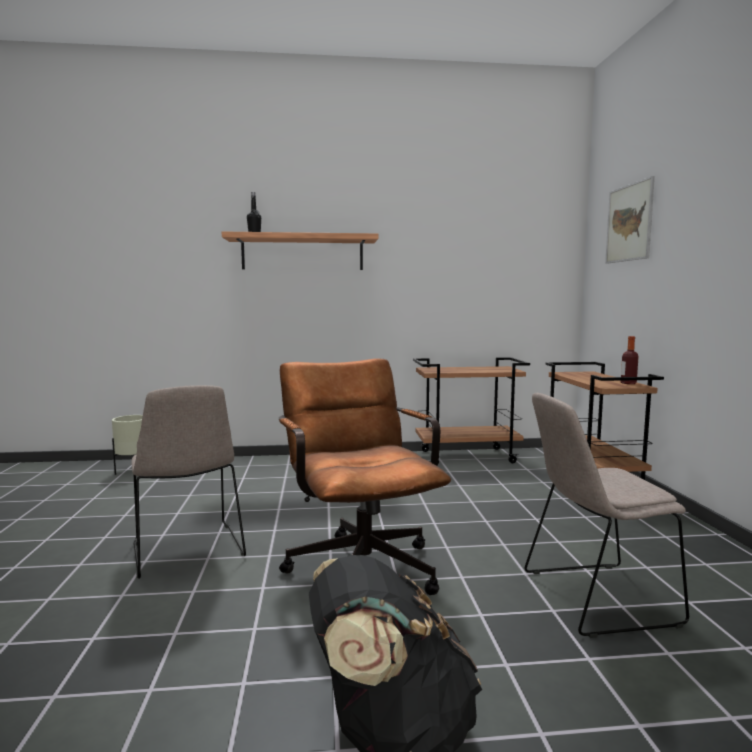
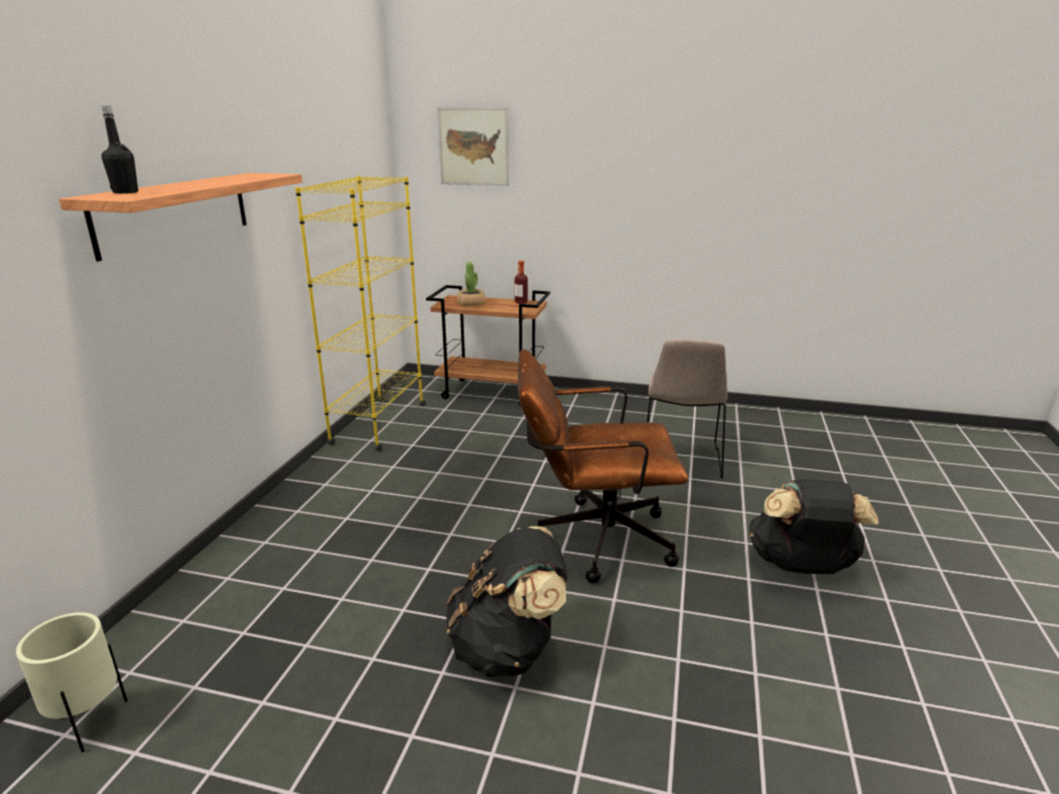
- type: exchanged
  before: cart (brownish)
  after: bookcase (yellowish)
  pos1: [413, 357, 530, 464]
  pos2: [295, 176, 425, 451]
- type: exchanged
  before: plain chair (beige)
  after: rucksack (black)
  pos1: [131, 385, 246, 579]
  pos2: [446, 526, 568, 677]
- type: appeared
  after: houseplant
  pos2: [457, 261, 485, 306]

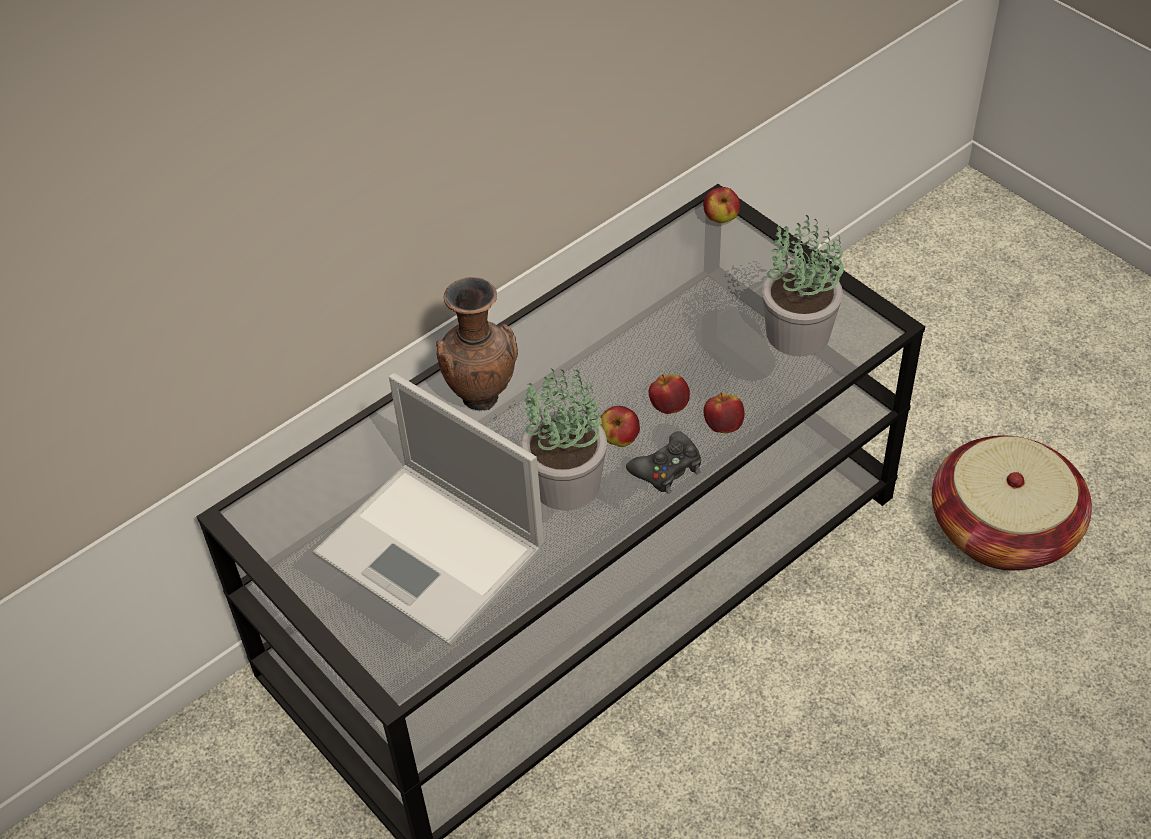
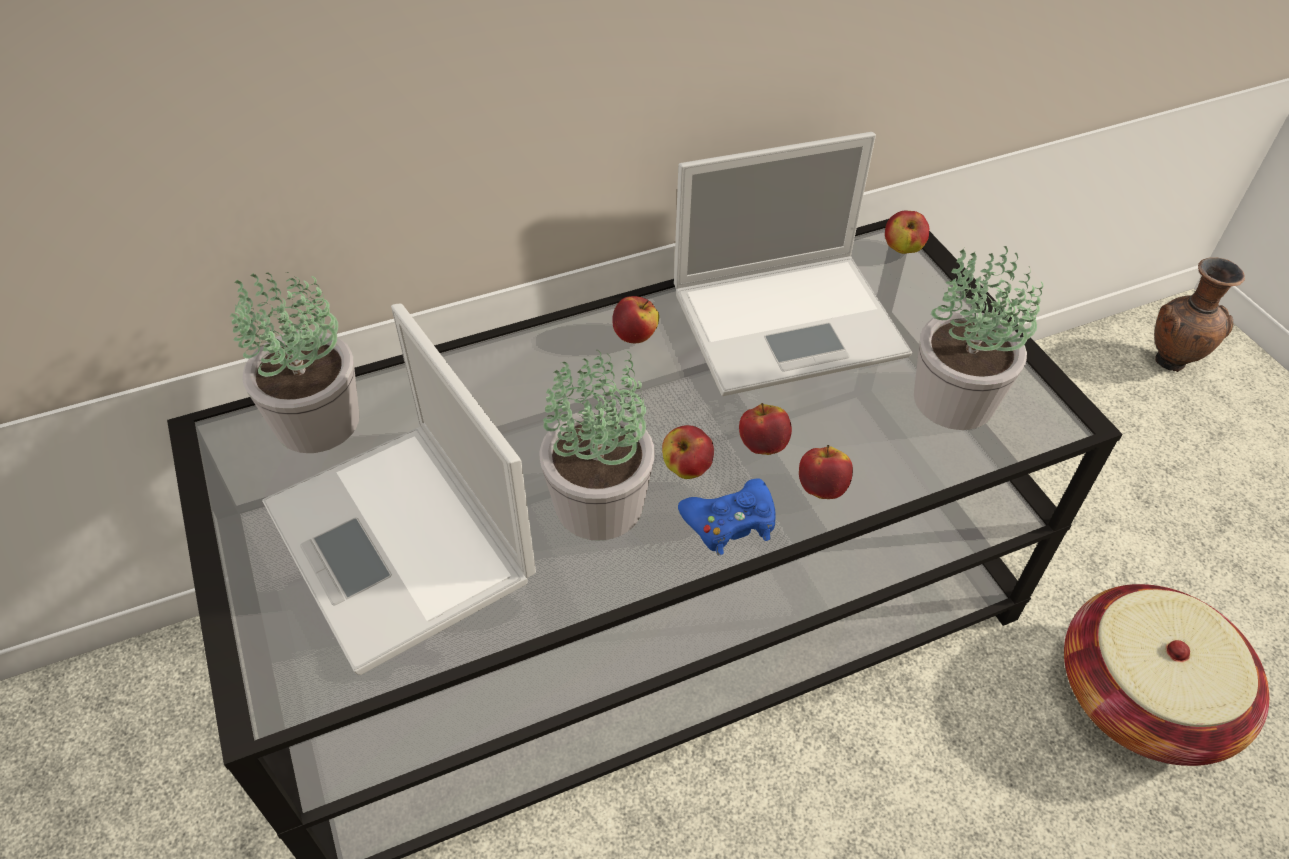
- type: appeared
  after: houseplant
  pos2: [230, 272, 359, 453]
- type: appeared
  after: apple fruit
  pos2: [612, 296, 659, 343]
- type: appeared
  after: notebook computer
  pos2: [674, 132, 912, 396]
- type: colour
  before: game controller (black)
  after: game controller (bluish)
  pos1: [626, 431, 701, 494]
  pos2: [678, 478, 776, 555]
- type: relocated
  before: flower vase (brownish)
  pos1: [436, 277, 518, 410]
  pos2: [1154, 257, 1245, 372]

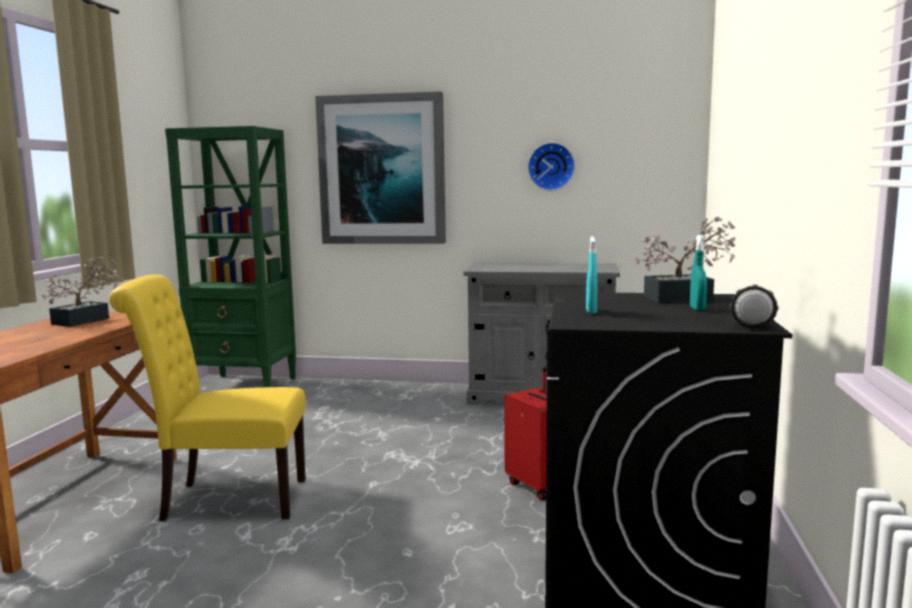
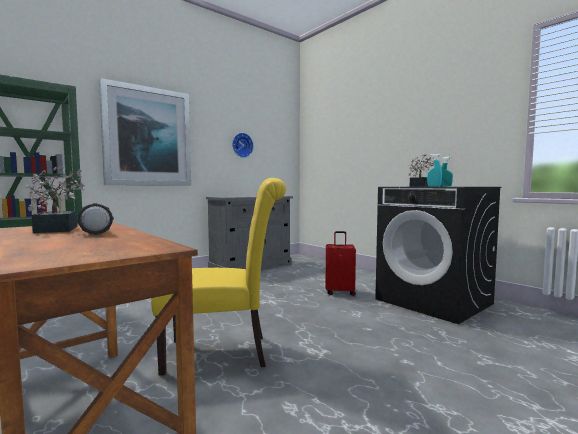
- type: relocated
  before: flashlight
  pos1: [730, 285, 778, 329]
  pos2: [77, 203, 114, 235]
- type: spun
  before: plain chair (yellowish)
  pos1: [109, 275, 306, 521]
  pos2: [151, 178, 286, 376]
  turn: -135

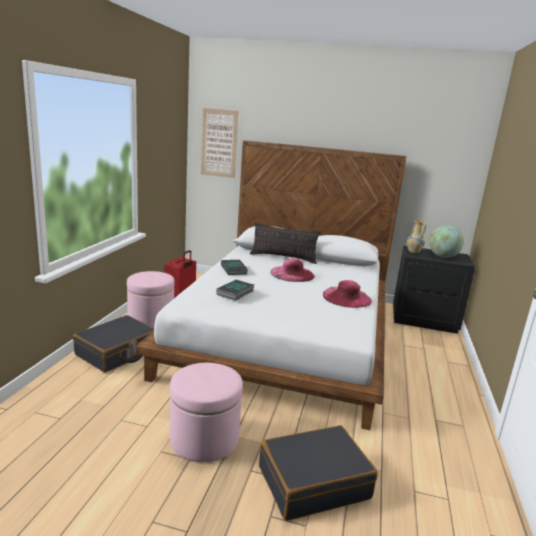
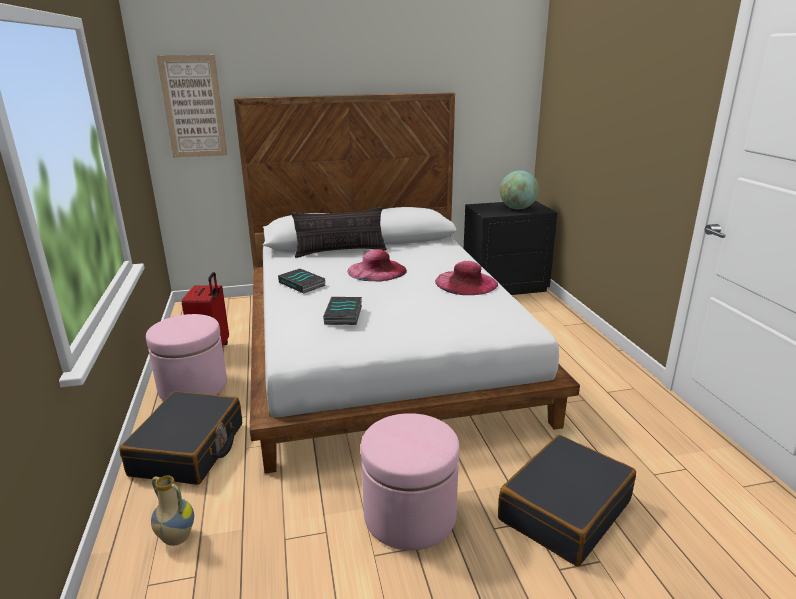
- type: relocated
  before: flower vase
  pos1: [407, 221, 426, 253]
  pos2: [151, 475, 194, 546]

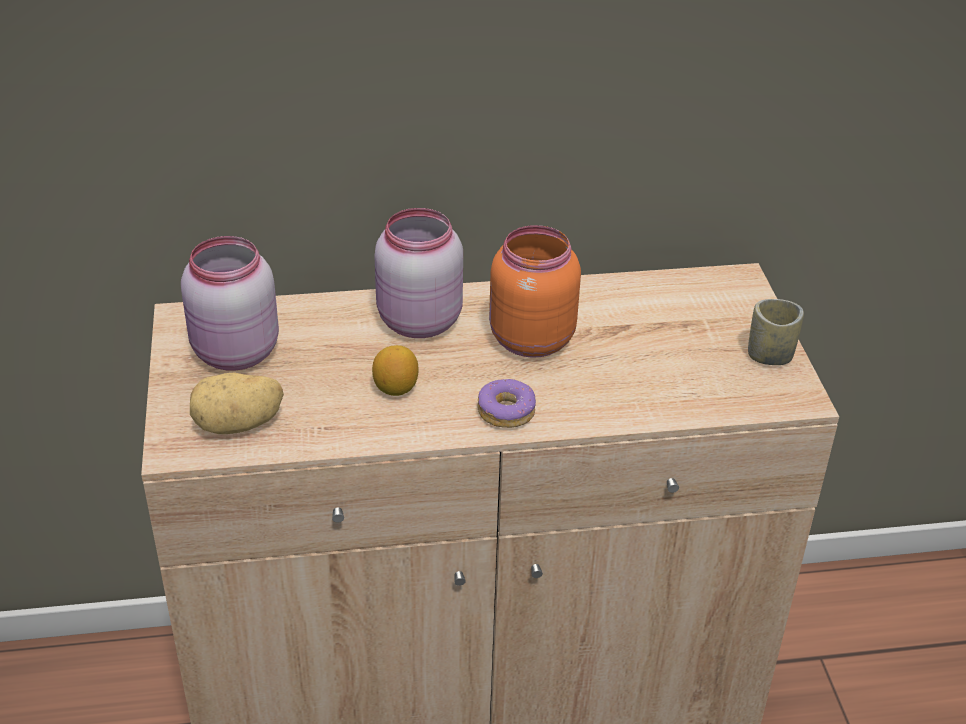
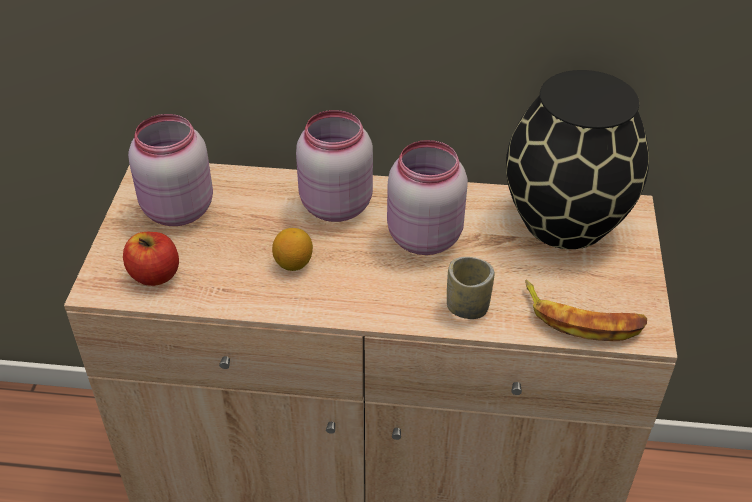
- type: exchanged
  before: spud
  after: apple fruit
  pos1: [190, 372, 284, 434]
  pos2: [123, 232, 179, 286]
- type: colour
  before: preserve jar (orangey)
  after: preserve jar (pink-coloured)
  pos1: [489, 225, 581, 358]
  pos2: [387, 140, 468, 255]
- type: relocated
  before: cup
  pos1: [748, 299, 804, 365]
  pos2: [447, 257, 494, 319]
- type: appeared
  after: flower vase (black)
  pos2: [506, 70, 649, 249]
- type: appeared
  after: banana
  pos2: [525, 280, 647, 341]
- type: missing
  before: doughnut
  pos1: [477, 379, 536, 428]

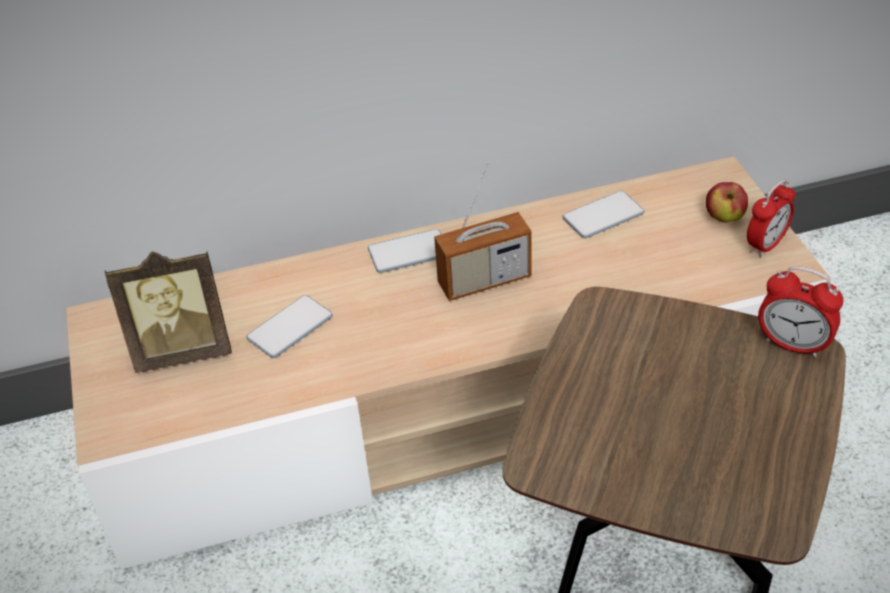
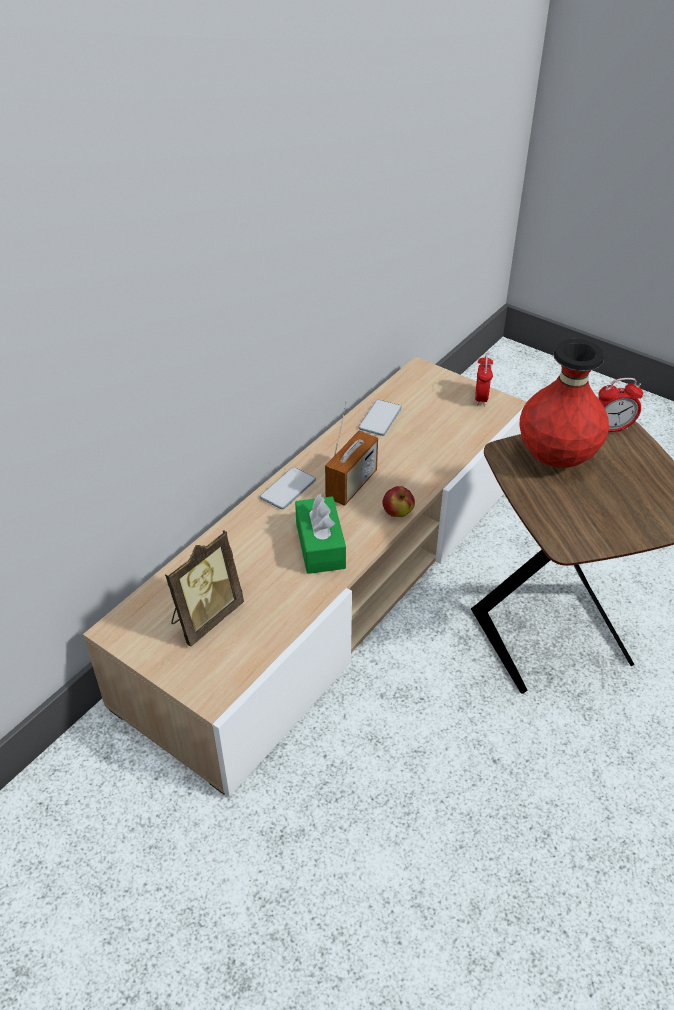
- type: appeared
  after: tissue holder (greenish)
  pos2: [295, 494, 346, 574]
- type: relocated
  before: apple fruit
  pos1: [706, 182, 748, 223]
  pos2: [382, 486, 415, 517]
- type: appeared
  after: flower vase (reddish)
  pos2: [519, 339, 609, 468]
- type: missing
  before: telephone
  pos1: [246, 295, 333, 358]

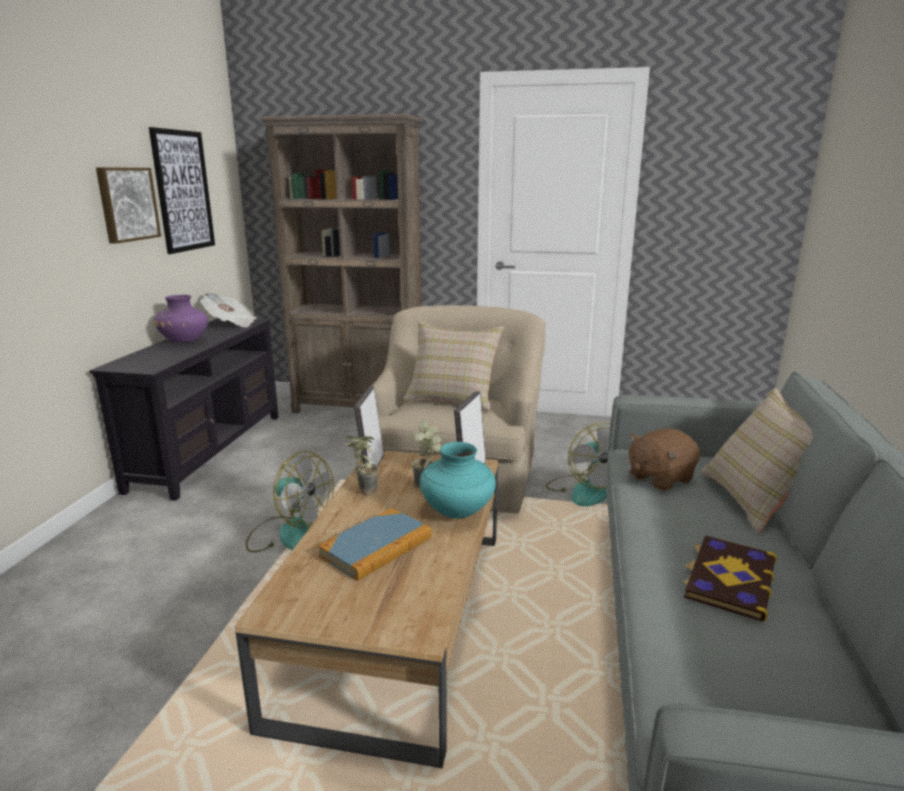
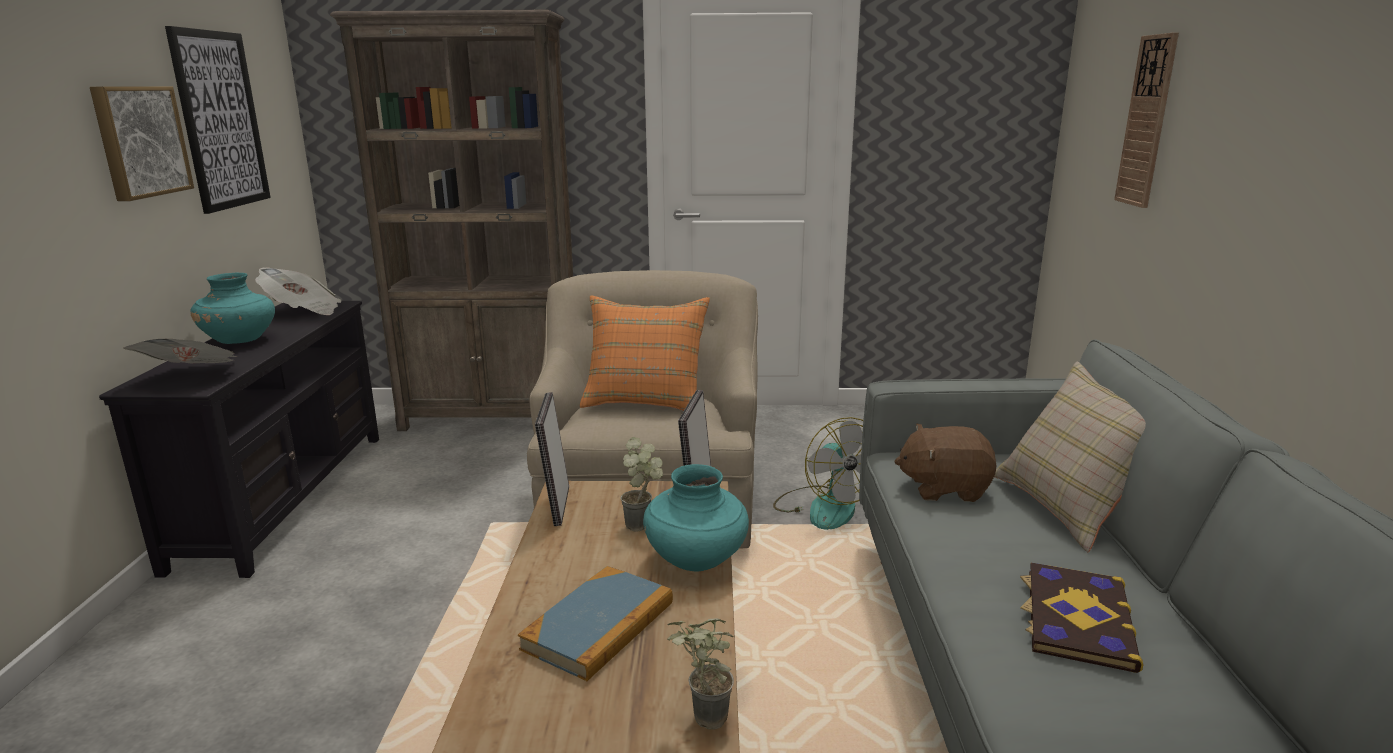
- type: appeared
  after: newspaper
  pos2: [123, 339, 237, 363]
- type: colour
  before: flower vase (purple)
  after: flower vase (turquoise-coloured)
  pos1: [154, 295, 208, 343]
  pos2: [190, 273, 275, 344]
- type: colour
  before: cushion (beige)
  after: cushion (orangey)
  pos1: [404, 321, 504, 412]
  pos2: [580, 296, 710, 411]
- type: relocated
  before: houseplant
  pos1: [346, 436, 379, 494]
  pos2: [667, 618, 734, 729]
- type: spun
  before: plush toy (brownish)
  pos1: [629, 428, 700, 491]
  pos2: [894, 424, 996, 502]
  turn: 45
- type: appeared
  after: hanging clock
  pos2: [1114, 32, 1179, 208]
- type: missing
  before: fan
  pos1: [246, 451, 334, 552]

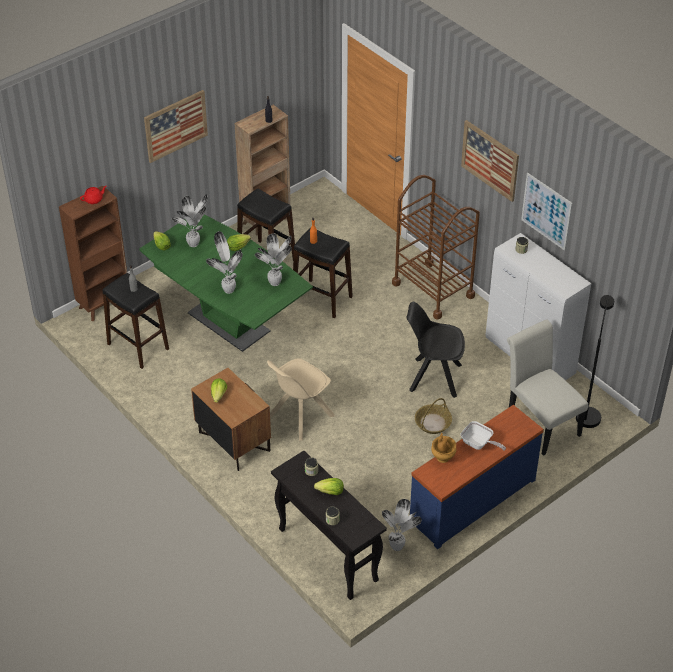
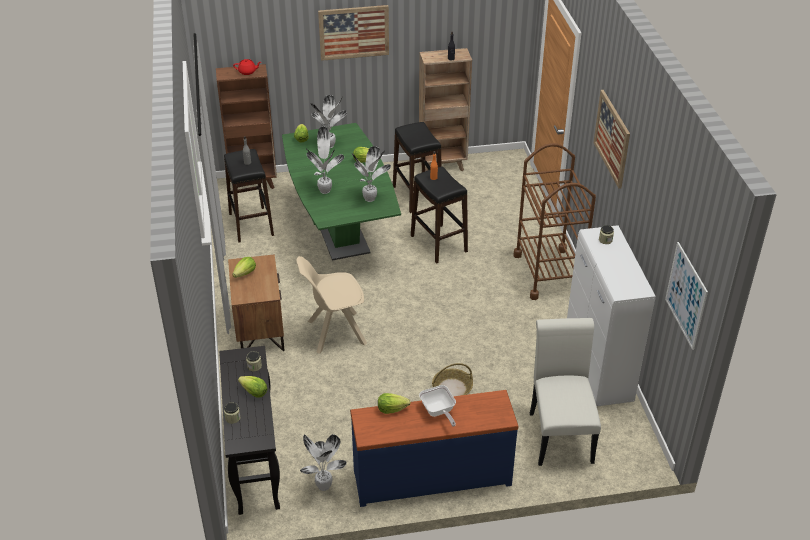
- type: exchanged
  before: flower vase (brownish)
  after: lettuce head
  pos1: [431, 433, 456, 463]
  pos2: [378, 393, 411, 414]
- type: relocated
  before: picture
  pos1: [521, 173, 573, 251]
  pos2: [665, 242, 708, 350]
- type: missing
  before: plain chair (black)
  pos1: [406, 302, 465, 398]
- type: missing
  before: standard lamp (black)
  pos1: [576, 295, 614, 428]

